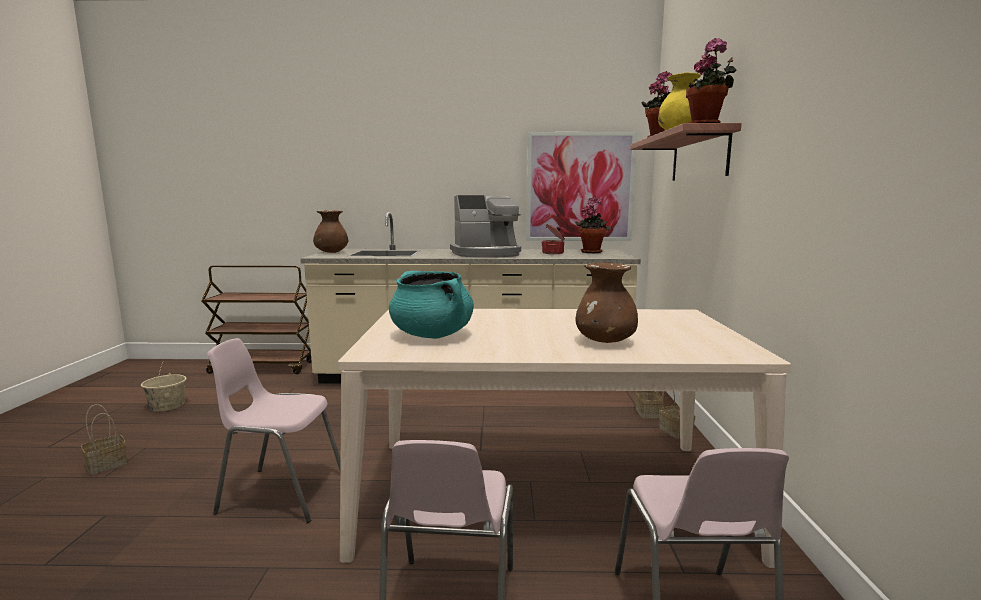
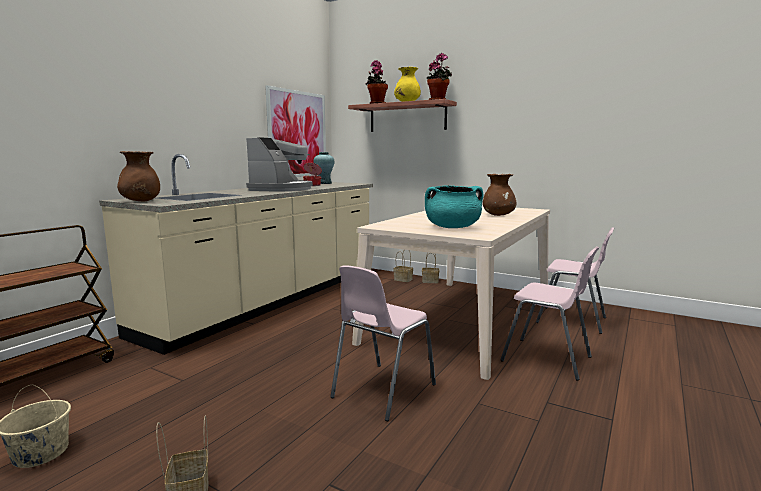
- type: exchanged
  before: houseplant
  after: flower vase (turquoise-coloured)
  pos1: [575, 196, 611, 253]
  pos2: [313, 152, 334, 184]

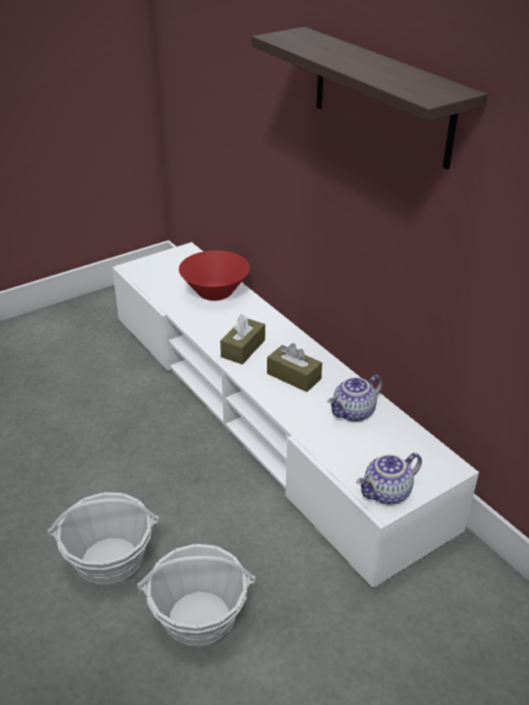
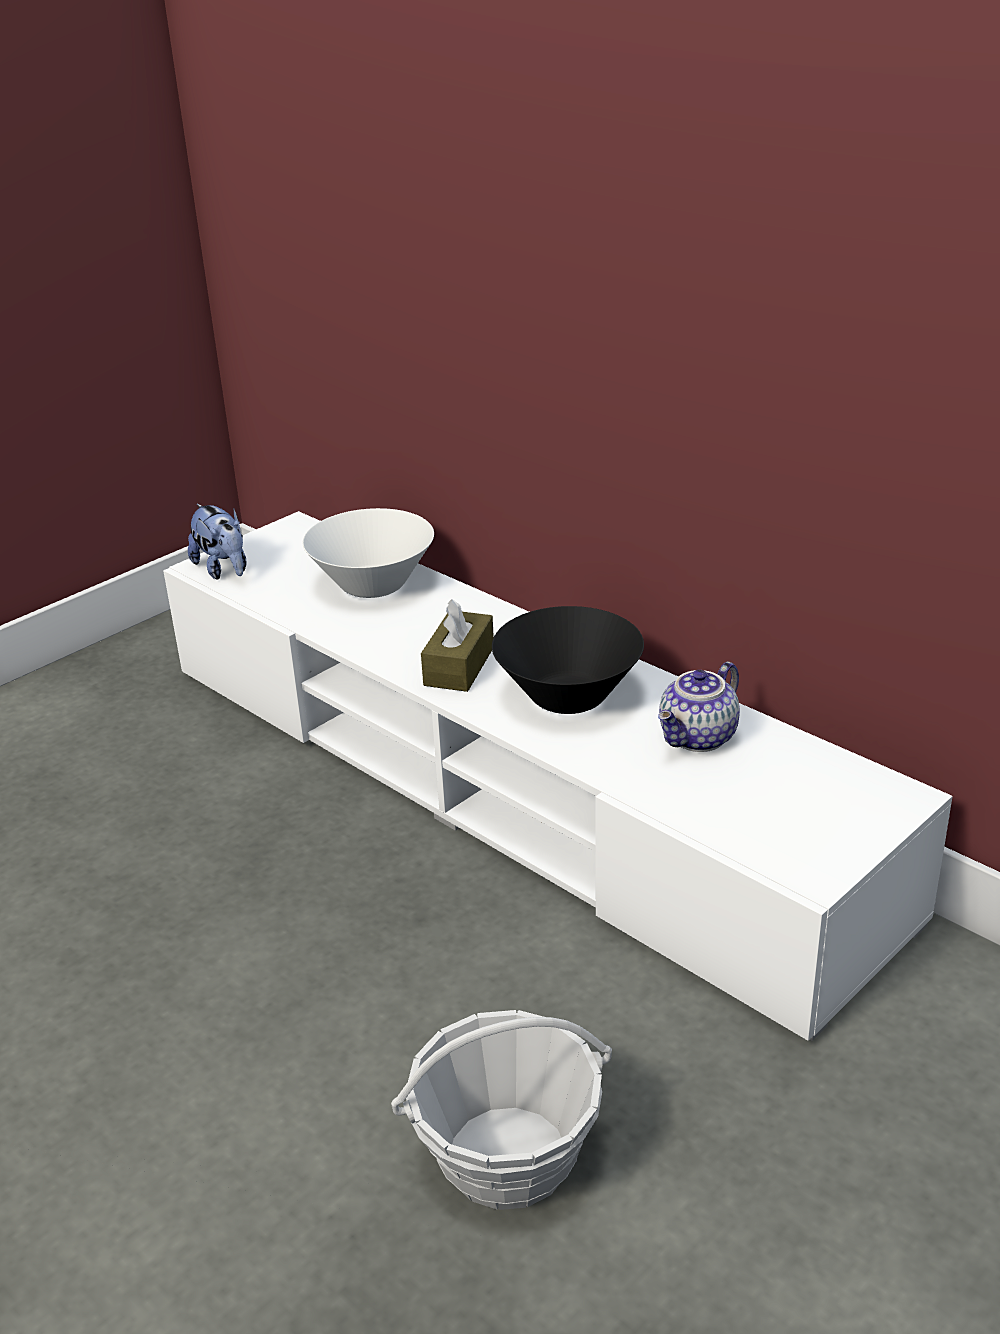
- type: appeared
  after: plush toy
  pos2: [188, 504, 247, 580]
- type: colour
  before: serving bowl (reddish)
  after: serving bowl (whitish)
  pos1: [179, 250, 250, 301]
  pos2: [302, 508, 434, 598]
- type: exchanged
  before: tissue holder (brownish)
  after: serving bowl (black)
  pos1: [267, 343, 322, 392]
  pos2: [492, 606, 644, 714]
- type: missing
  before: basket
  pos1: [47, 492, 159, 586]
- type: missing
  before: bracket shelf
  pos1: [252, 27, 488, 170]
- type: missing
  before: teapot
  pos1: [356, 453, 422, 505]

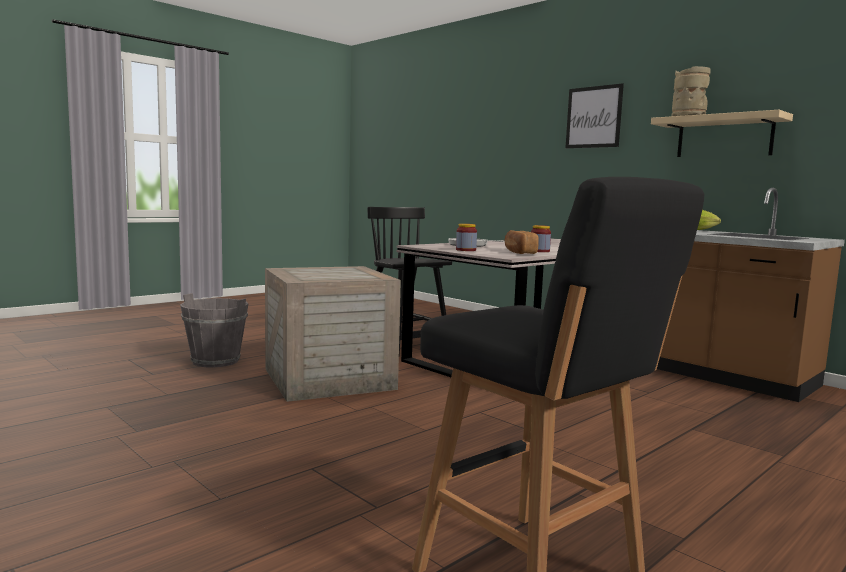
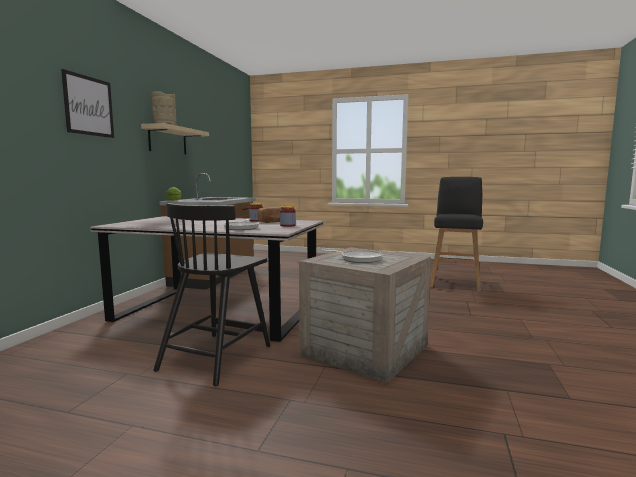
- type: appeared
  after: skillet
  pos2: [321, 250, 383, 263]
- type: missing
  before: pail (greyish)
  pos1: [180, 293, 249, 367]

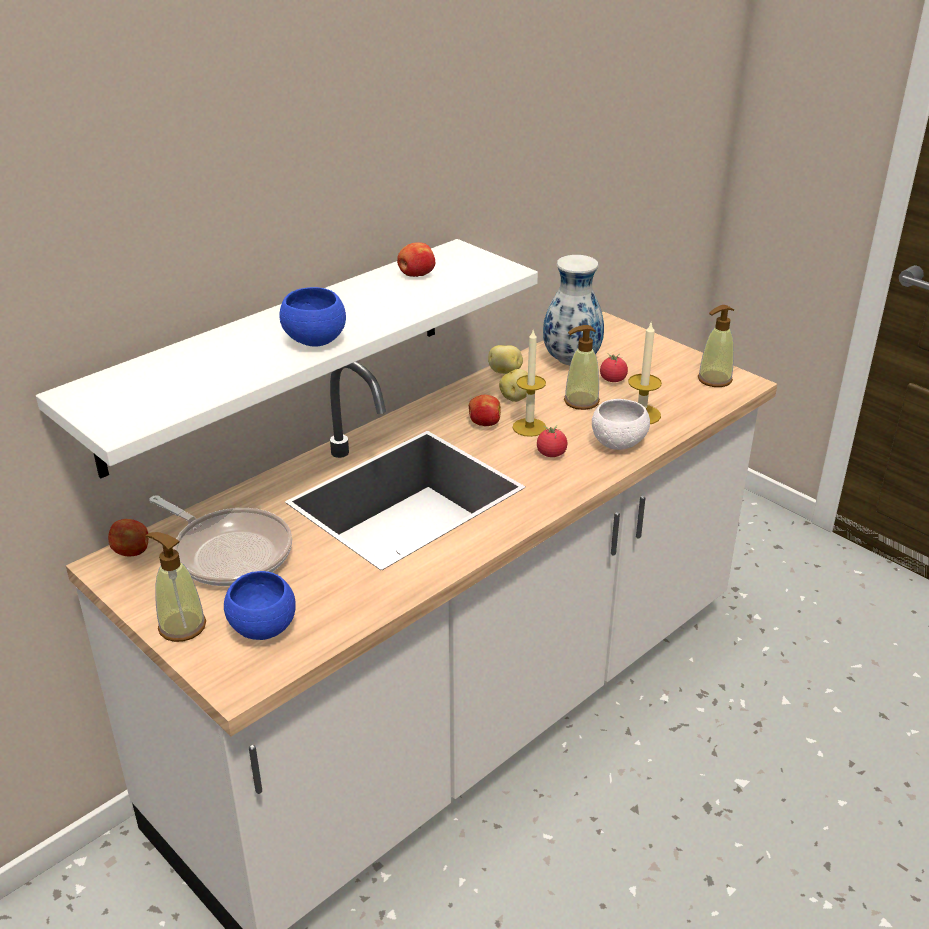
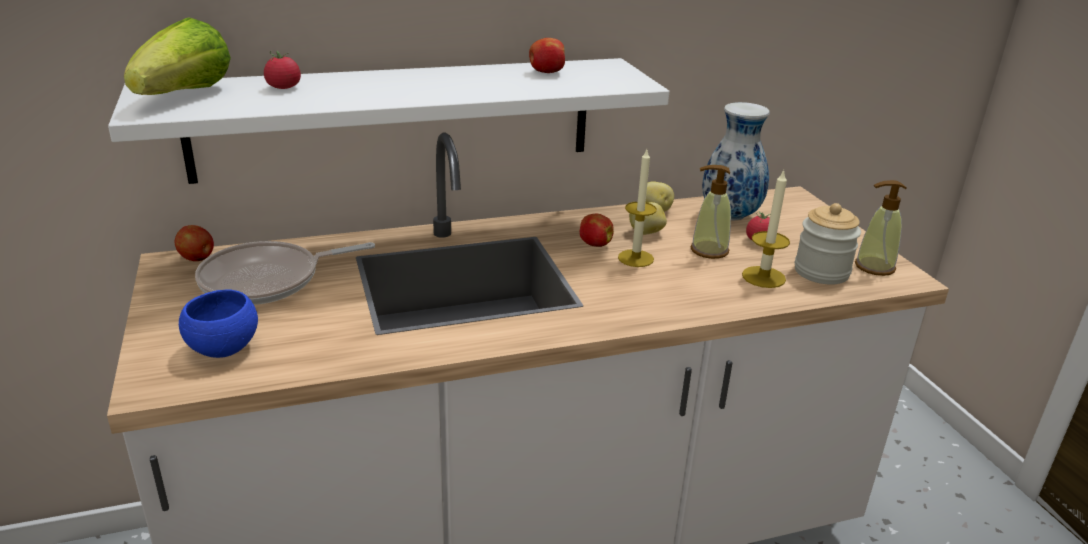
- type: appeared
  after: lettuce head
  pos2: [124, 17, 231, 95]
- type: spun
  before: skillet
  pos1: [149, 495, 292, 586]
  pos2: [195, 241, 375, 305]
  turn: 90
- type: relocated
  before: fresh tomato
  pos1: [537, 425, 567, 457]
  pos2: [264, 50, 301, 89]
- type: appeared
  after: preserve jar
  pos2: [795, 203, 861, 285]
- type: missing
  before: soap dispenser
  pos1: [146, 532, 206, 642]
- type: missing
  before: serving bowl (bluish)
  pos1: [280, 287, 346, 347]
- type: missing
  before: serving bowl (whitish)
  pos1: [592, 399, 650, 450]

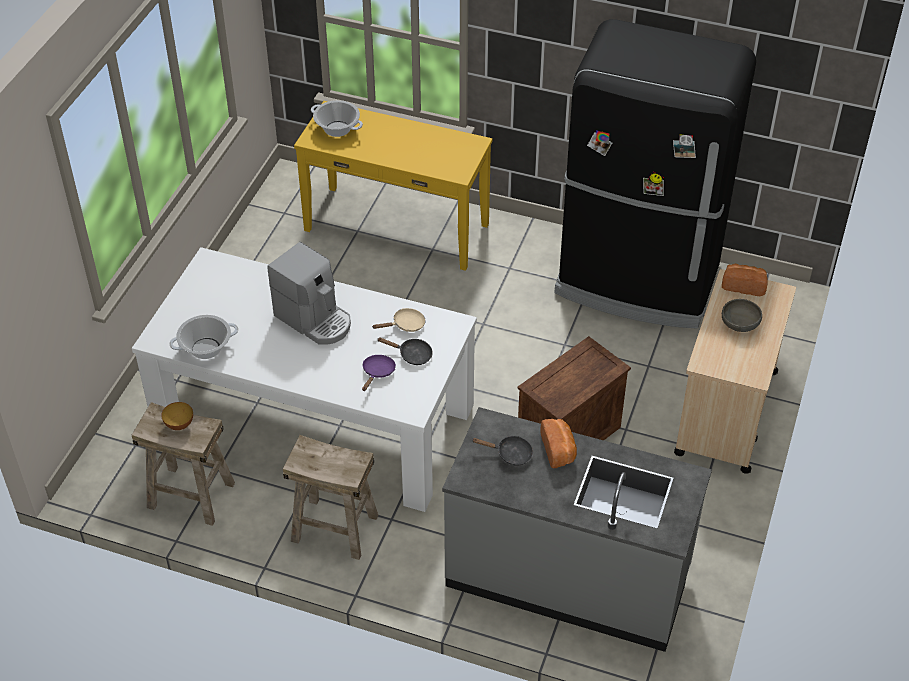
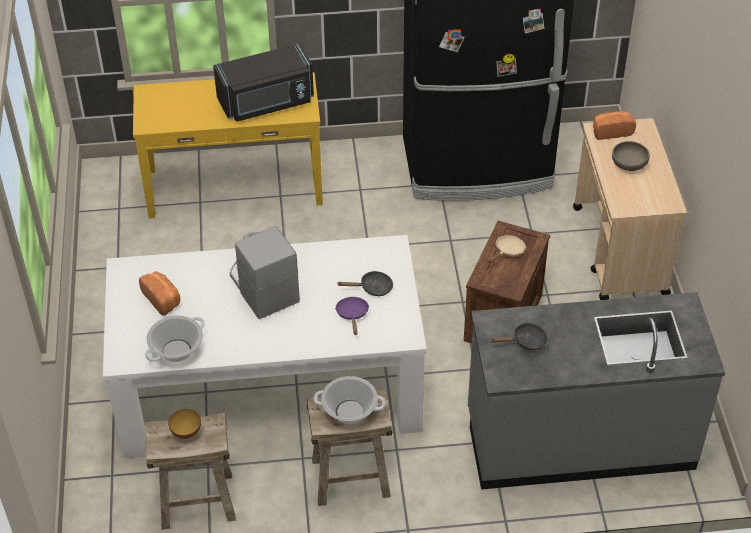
- type: relocated
  before: bakery bread
  pos1: [541, 419, 577, 468]
  pos2: [139, 272, 180, 315]
- type: appeared
  after: kitchen microwave (black)
  pos2: [213, 43, 314, 122]
- type: spun
  before: coffee maker
  pos1: [267, 242, 351, 345]
  pos2: [230, 227, 300, 319]
  turn: -135
- type: relocated
  before: cooking pot
  pos1: [311, 100, 363, 137]
  pos2: [313, 376, 386, 424]
- type: relocated
  before: skillet (beige)
  pos1: [372, 308, 426, 332]
  pos2: [488, 235, 526, 263]

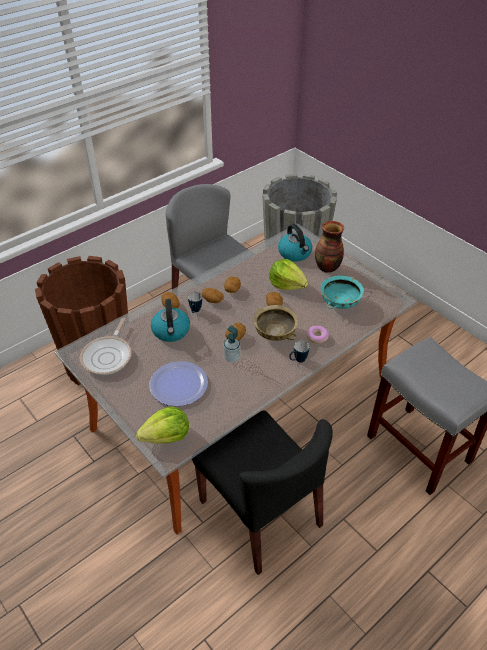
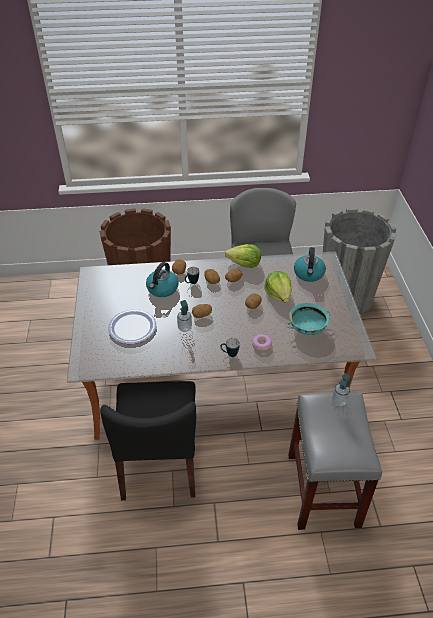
- type: relocated
  before: lettuce head
  pos1: [136, 406, 189, 444]
  pos2: [225, 244, 261, 268]
- type: appeared
  after: soap dispenser
  pos2: [332, 373, 351, 406]
- type: missing
  before: skillet
  pos1: [80, 318, 132, 375]
- type: missing
  before: serving bowl (beige)
  pos1: [253, 305, 298, 341]
- type: missing
  before: flower vase
  pos1: [315, 221, 344, 273]

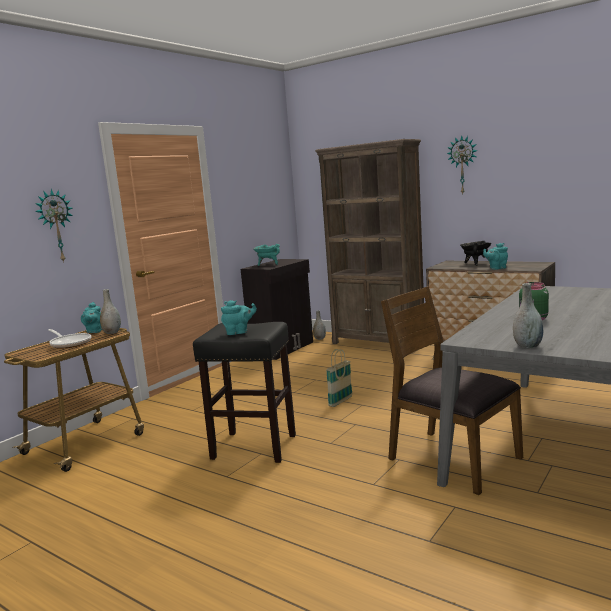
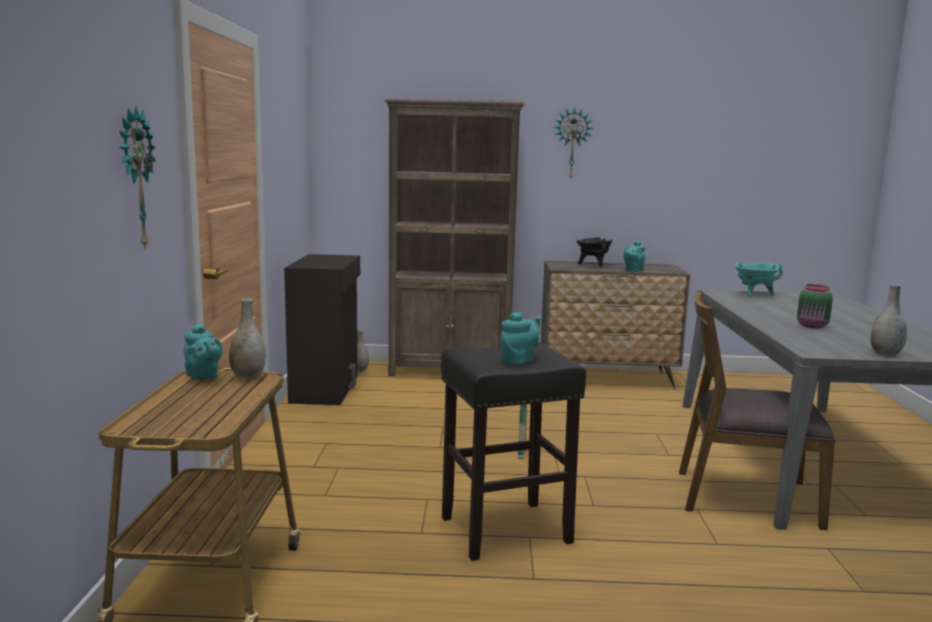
- type: relocated
  before: cooking pot (turquoise-coloured)
  pos1: [253, 244, 280, 266]
  pos2: [734, 262, 783, 297]
- type: missing
  before: skillet
  pos1: [48, 329, 91, 348]

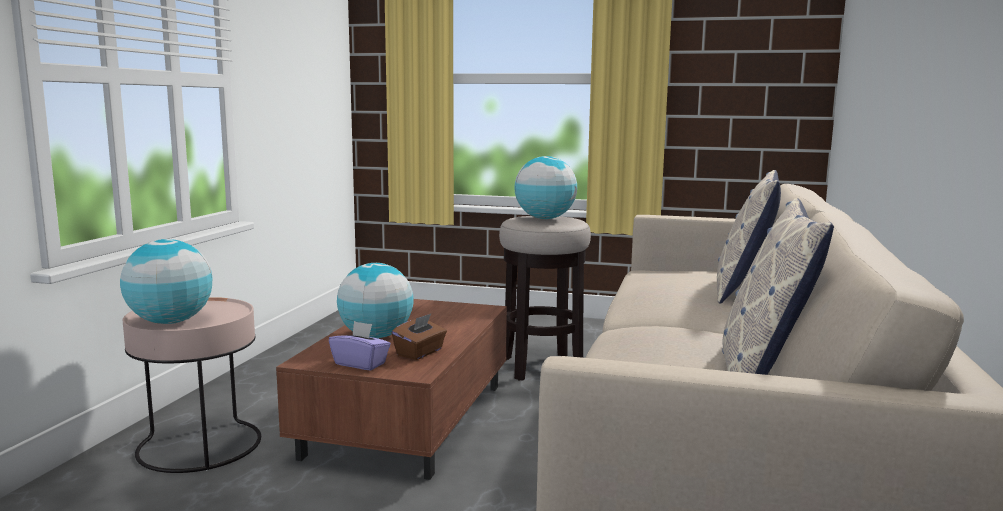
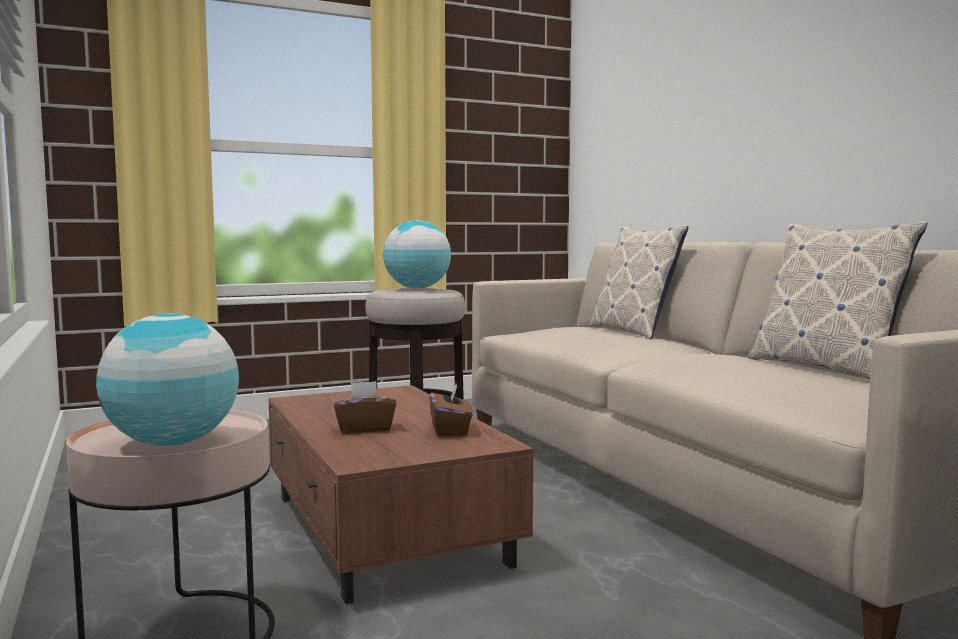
- type: exchanged
  before: desk globe
  after: tissue holder (brownish)
  pos1: [337, 263, 414, 338]
  pos2: [333, 381, 396, 433]
- type: missing
  before: tissue holder (purple)
  pos1: [329, 321, 391, 371]

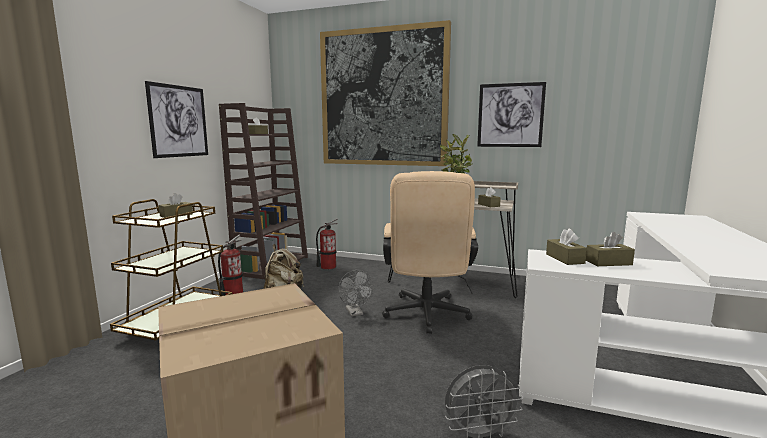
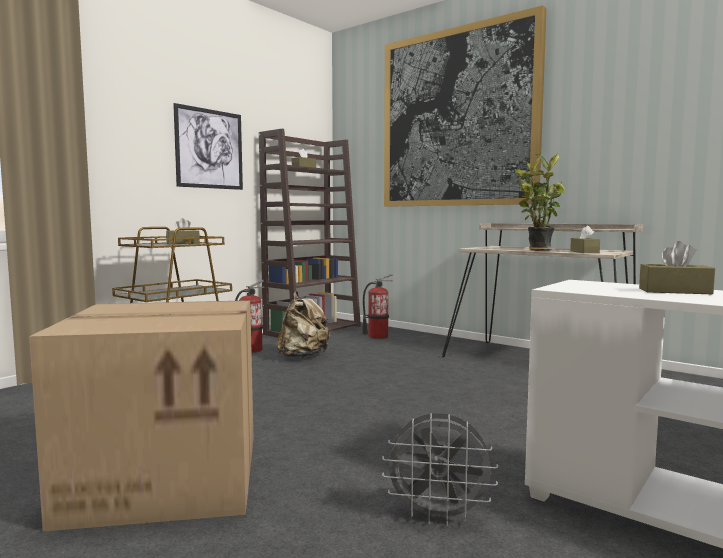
- type: missing
  before: fan (greyish)
  pos1: [338, 270, 374, 317]
- type: missing
  before: desk chair (beige)
  pos1: [382, 171, 478, 334]
- type: missing
  before: picture
  pos1: [477, 82, 546, 147]
- type: missing
  before: tissue holder (brownish)
  pos1: [546, 228, 587, 265]

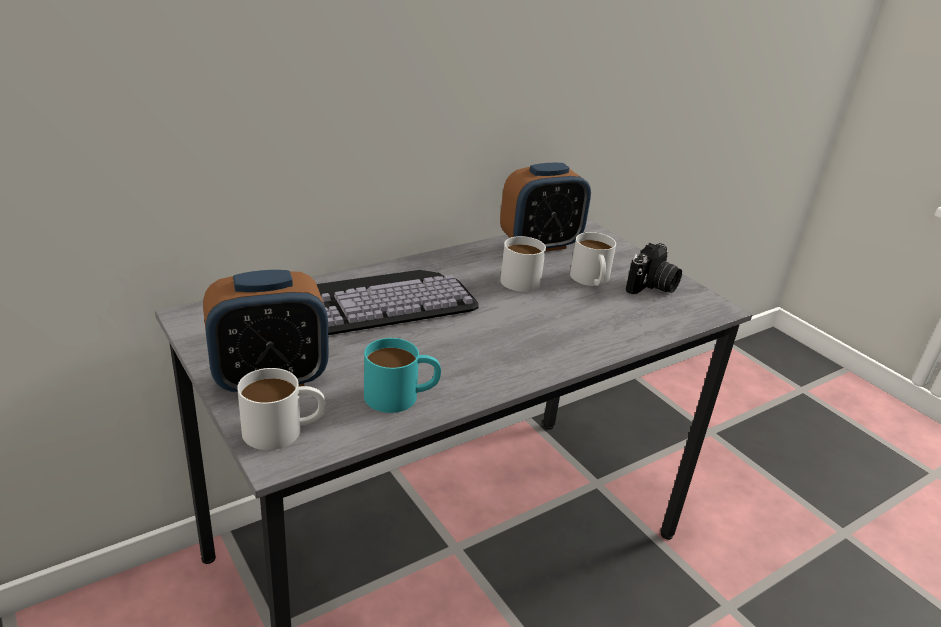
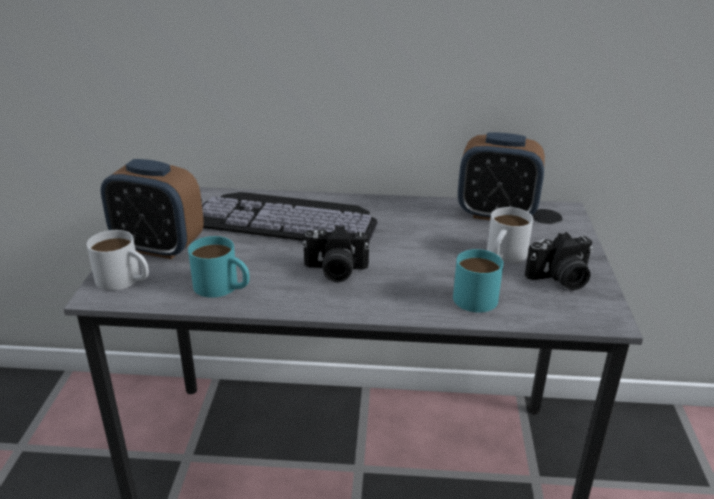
- type: appeared
  after: photo camera
  pos2: [302, 225, 370, 282]
- type: appeared
  after: mug (turquoise-coloured)
  pos2: [453, 249, 503, 313]
- type: missing
  before: mug (whitish)
  pos1: [500, 236, 546, 292]

